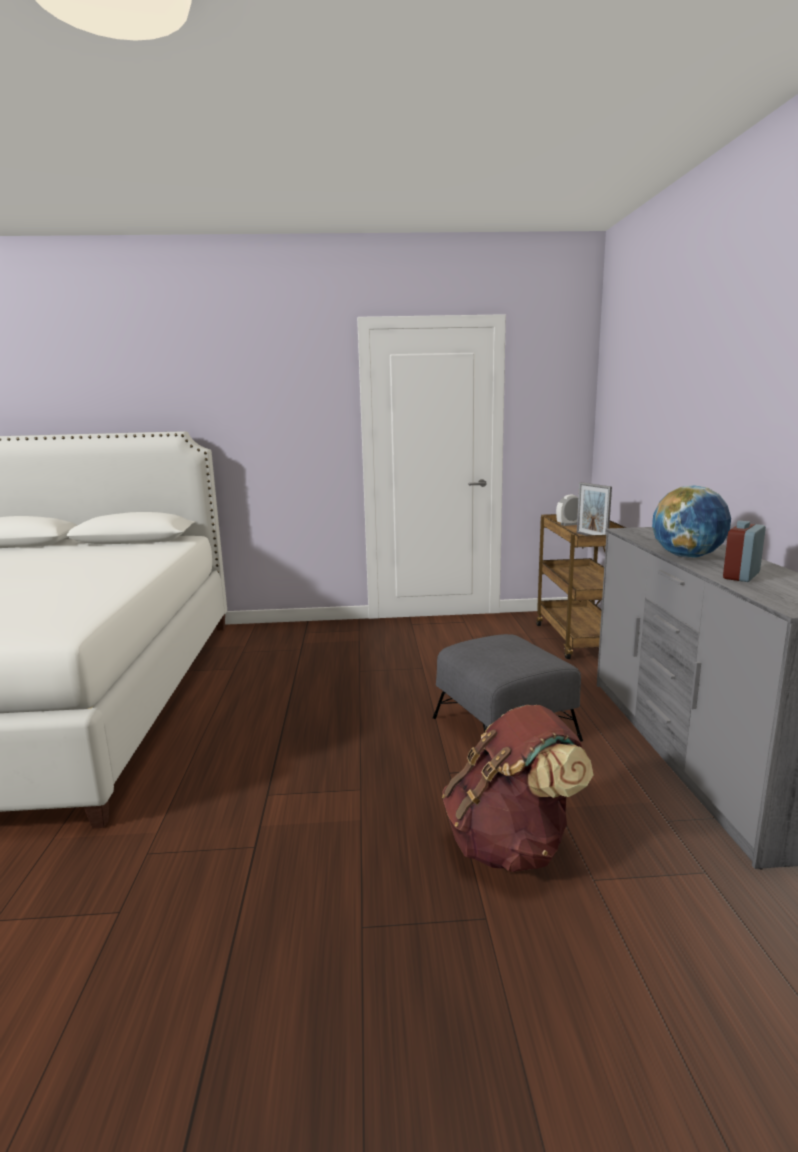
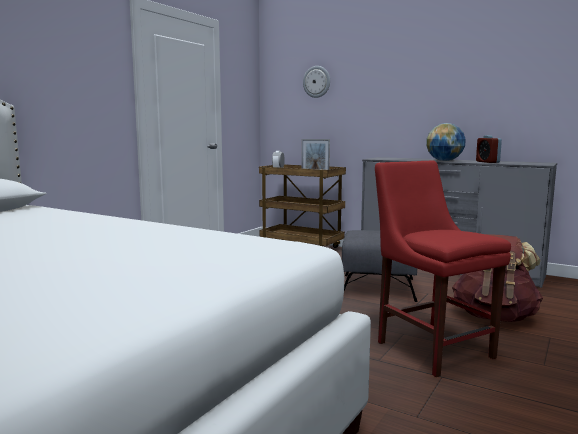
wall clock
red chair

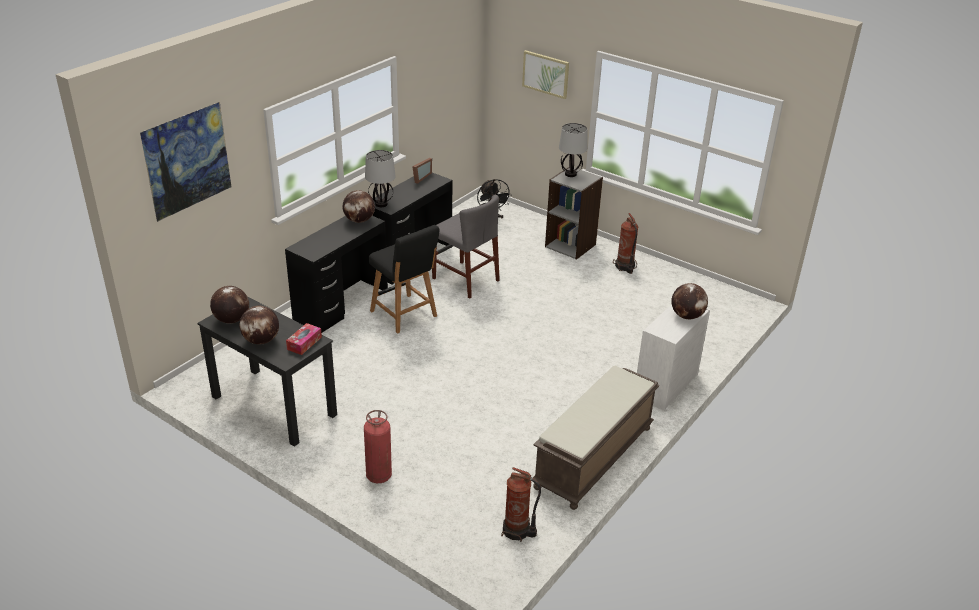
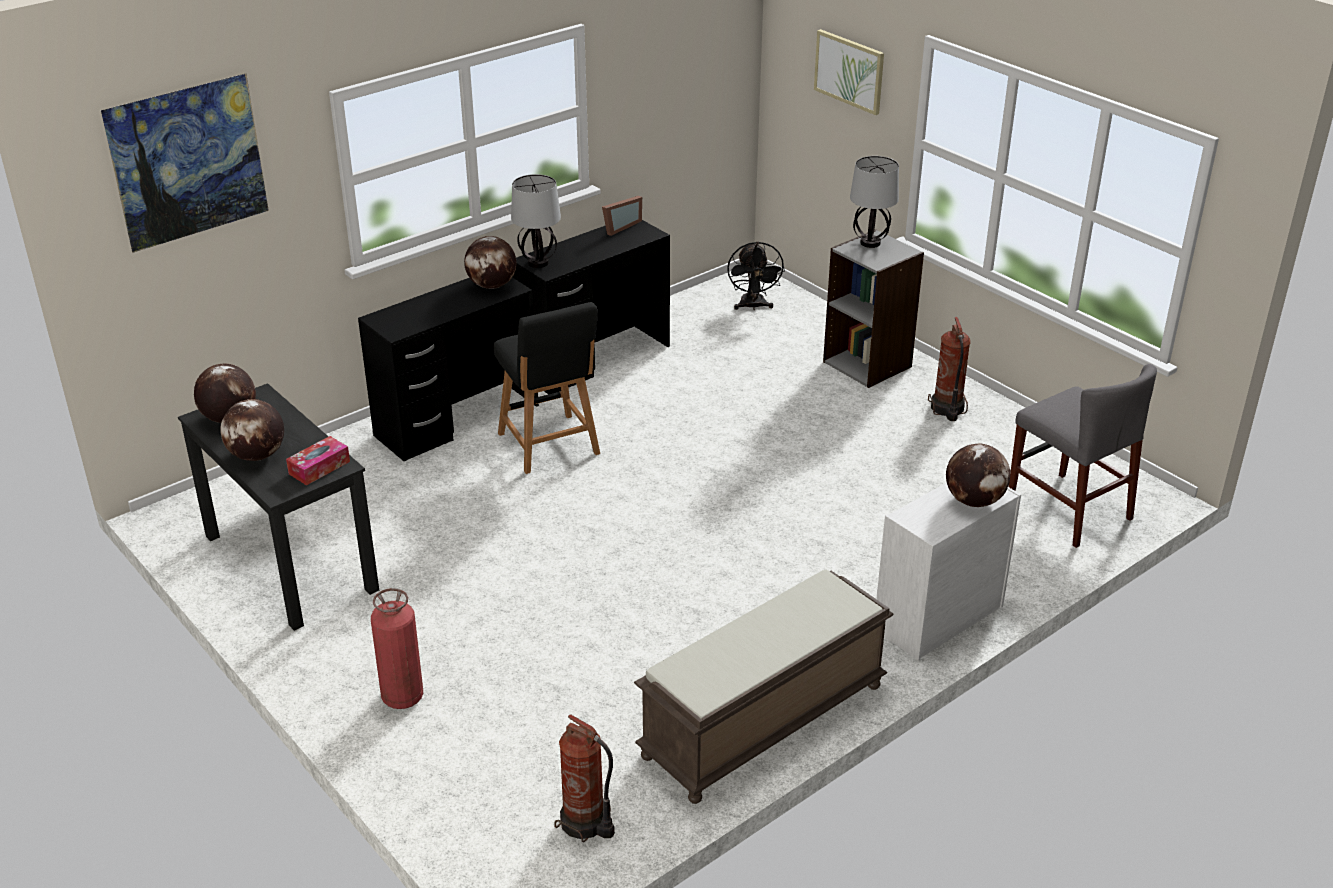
grey chair

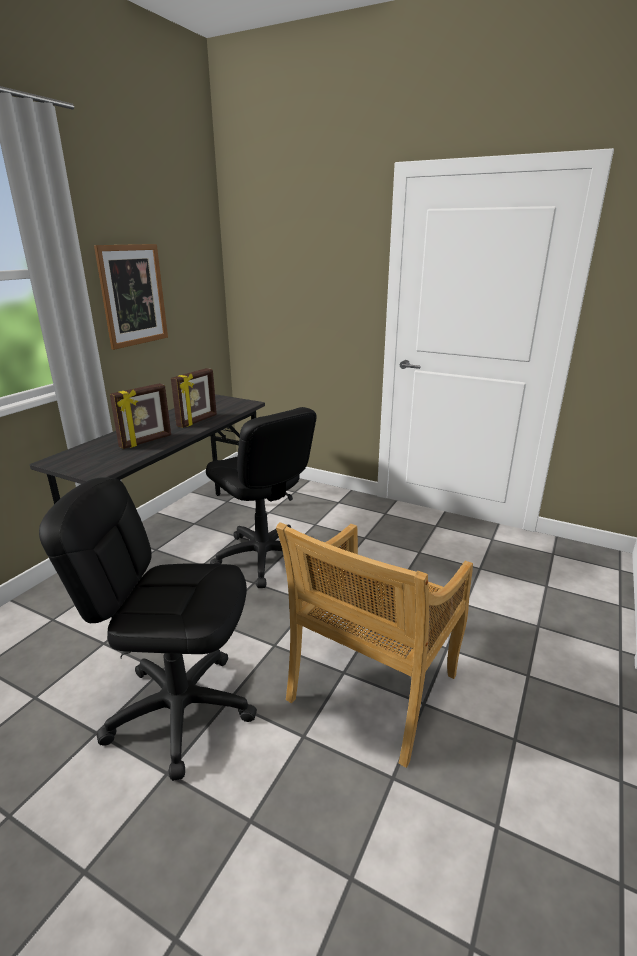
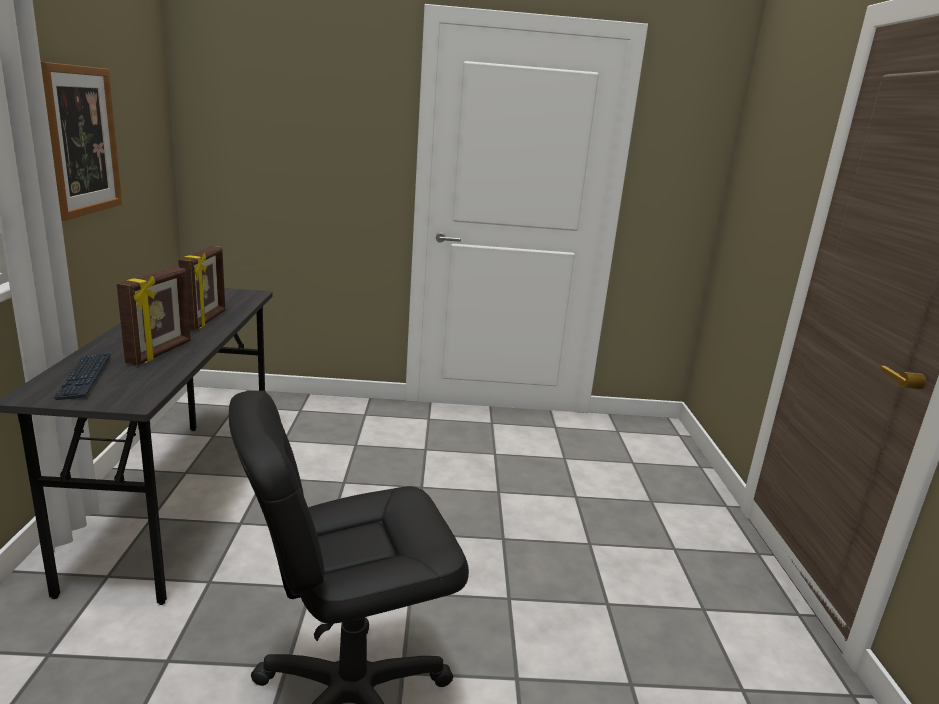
black office chair (no. 2 from left in the first image)
beige chair
keyboard

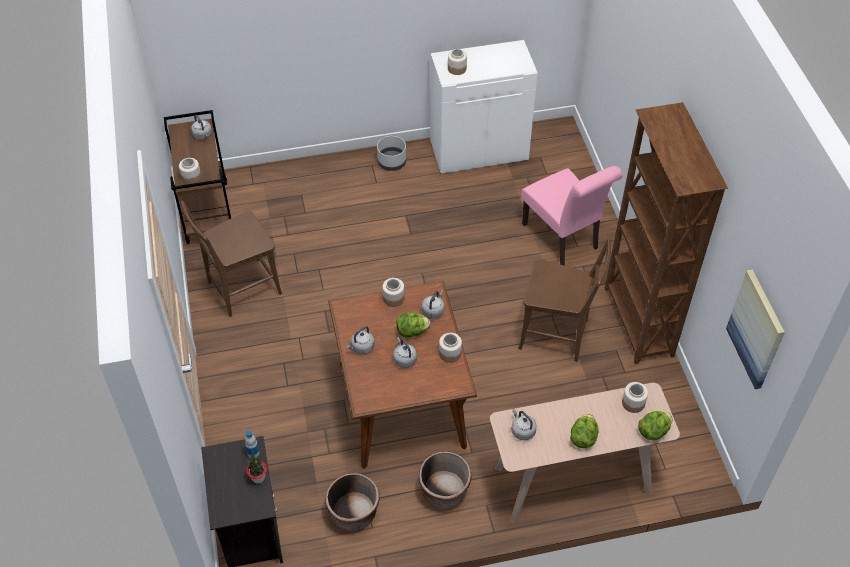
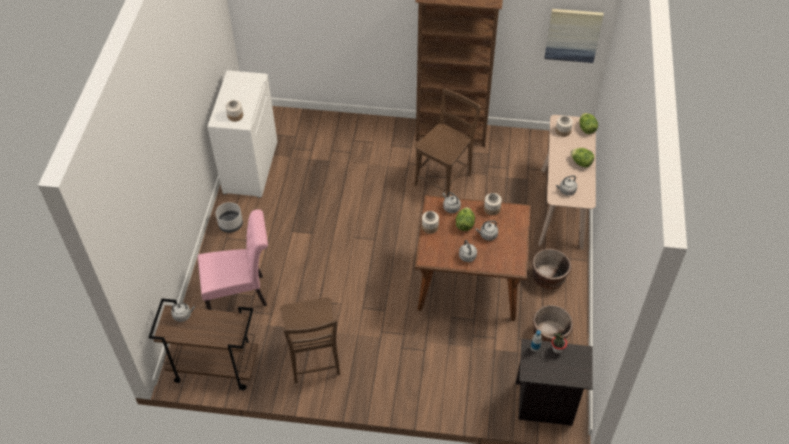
jar (no. 1 from left in the first image)
pink chair

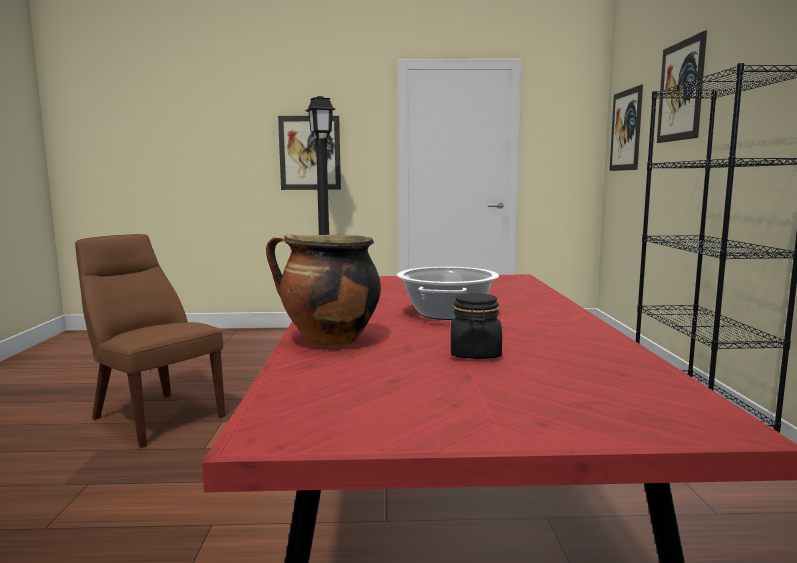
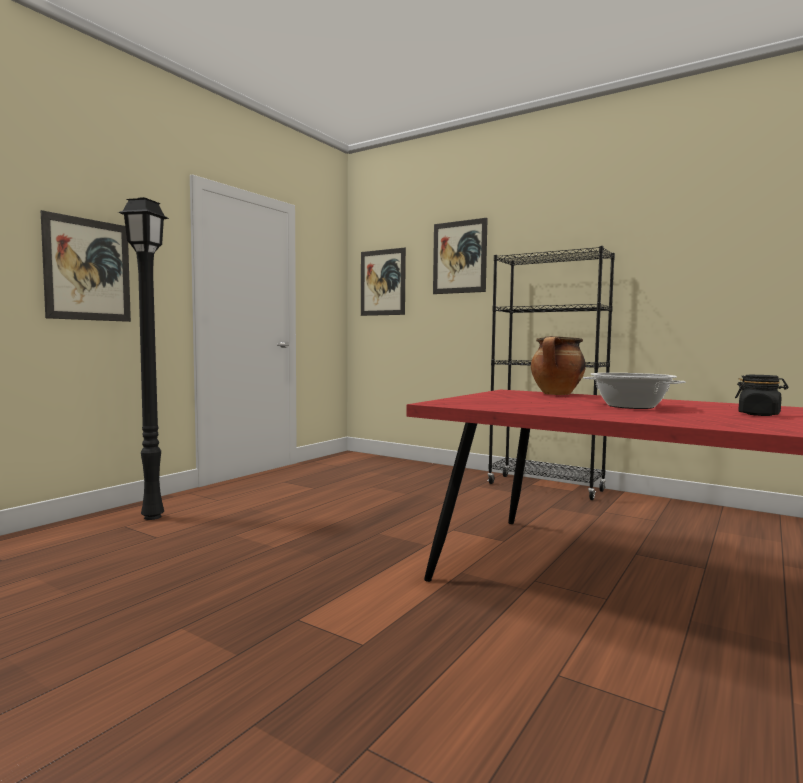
brown chair
cooking pot (no. 1 from left)

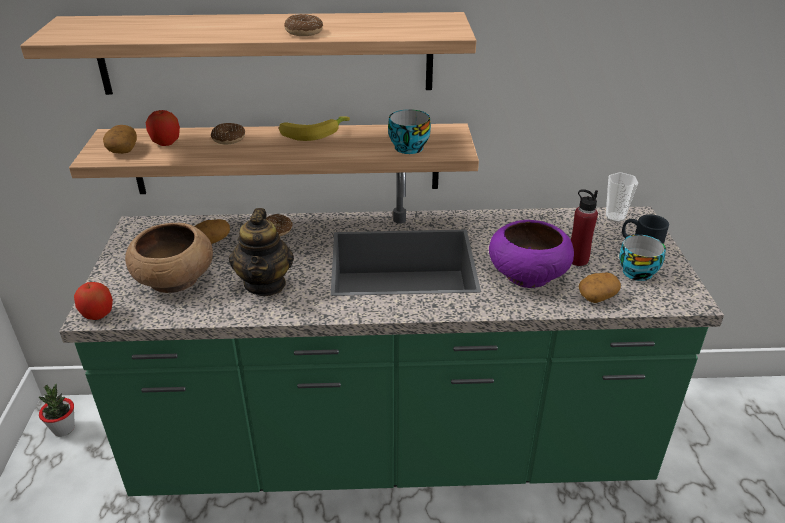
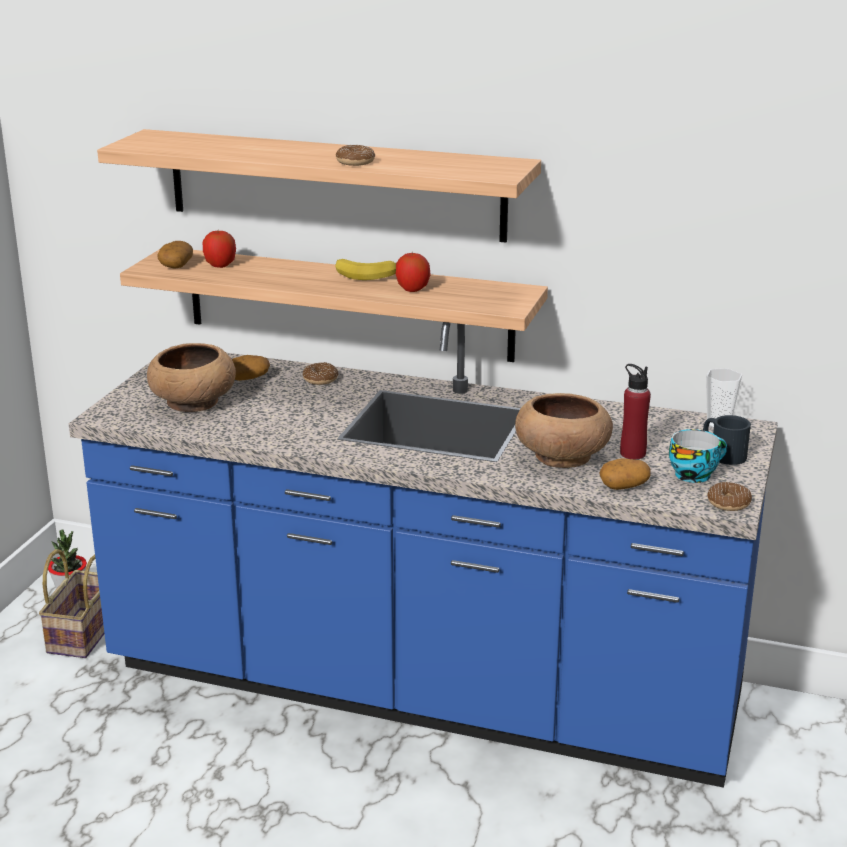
blue counter
apple (no. 2 from left)
donut (no. 3 from left)
teapot
cup (no. 1 from left in the first image)
brown bowl (no. 2 from left)
basket

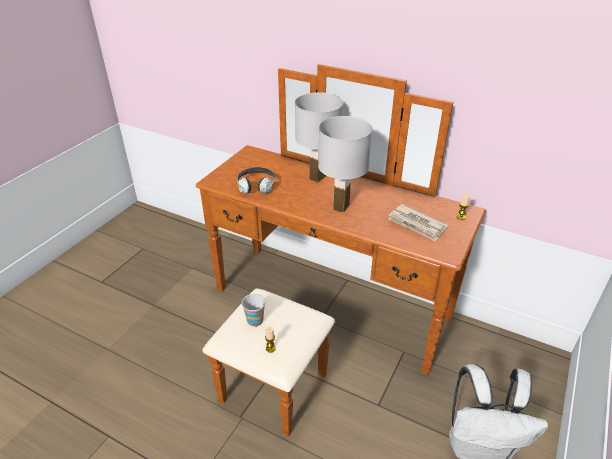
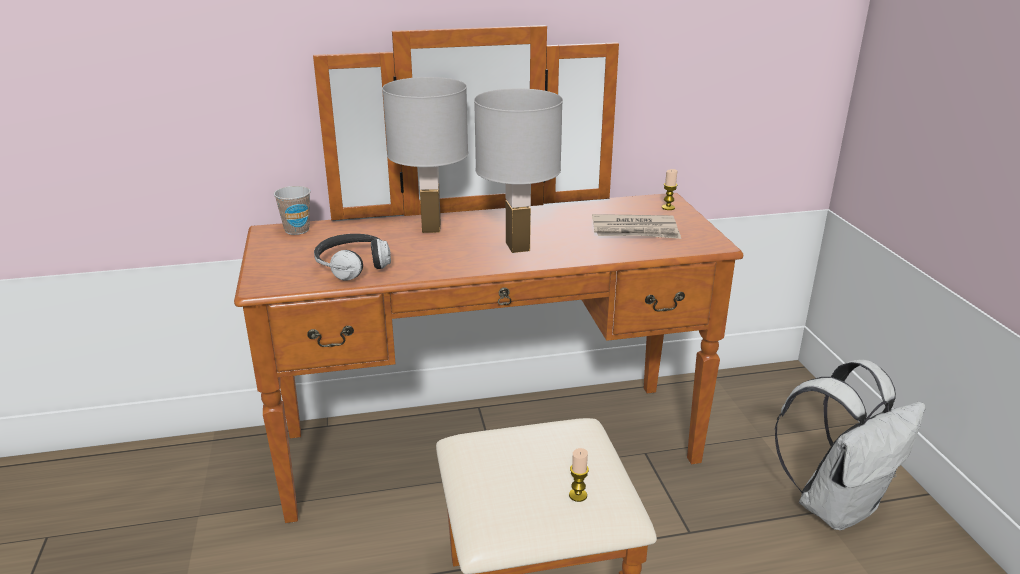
cup

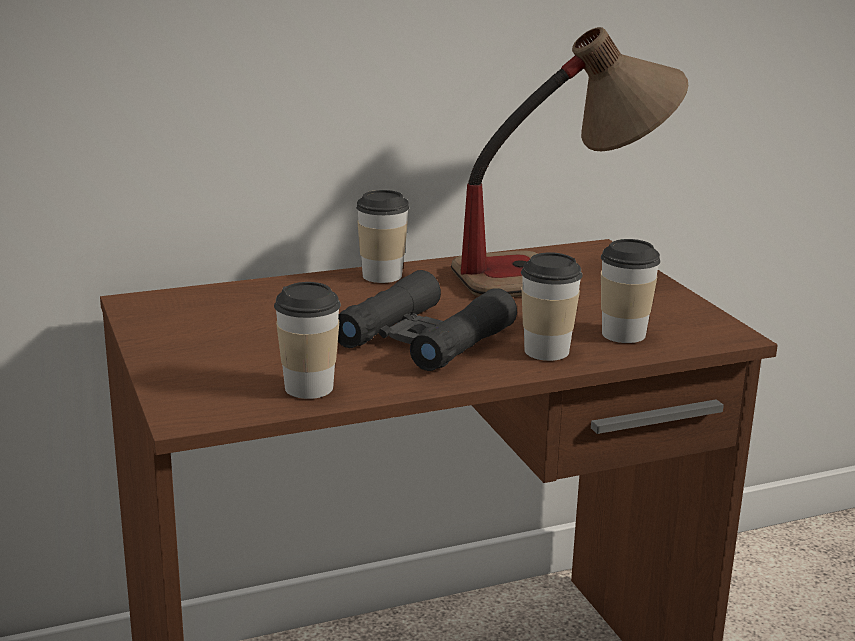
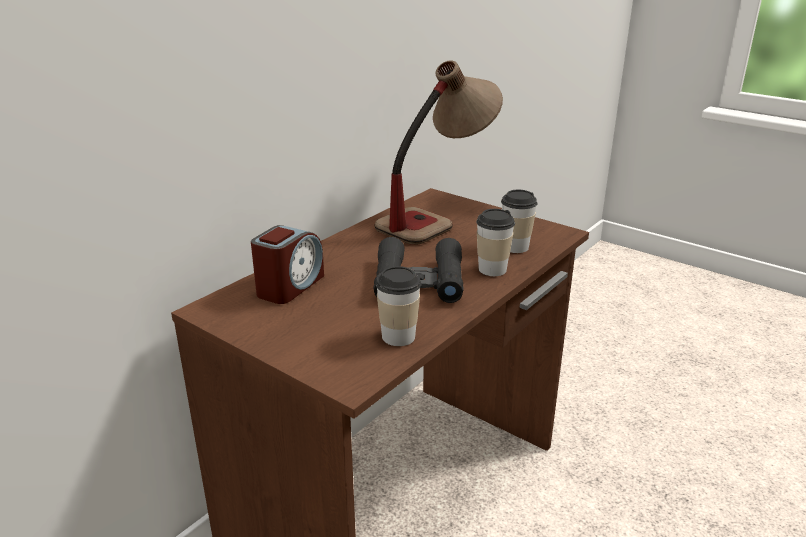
cup (no. 2 from left in the first image)
alarm clock

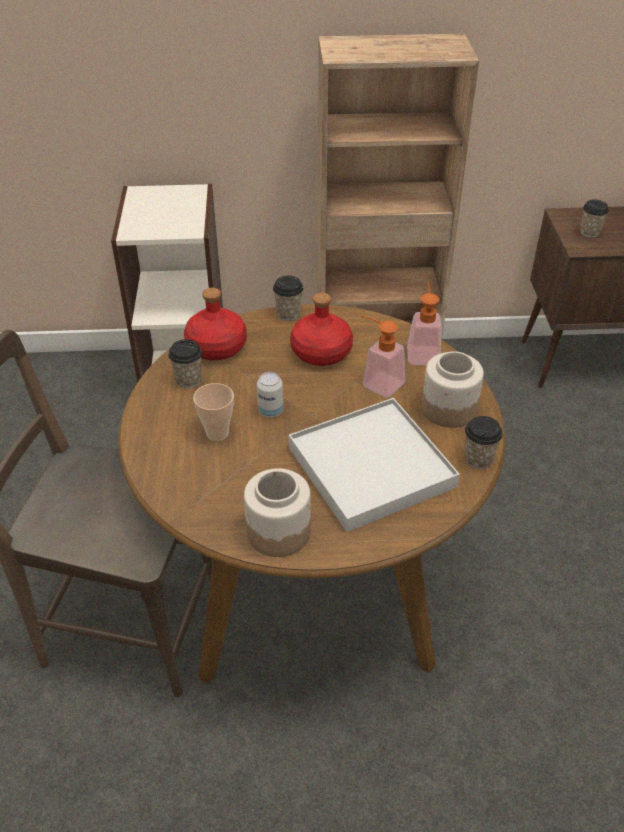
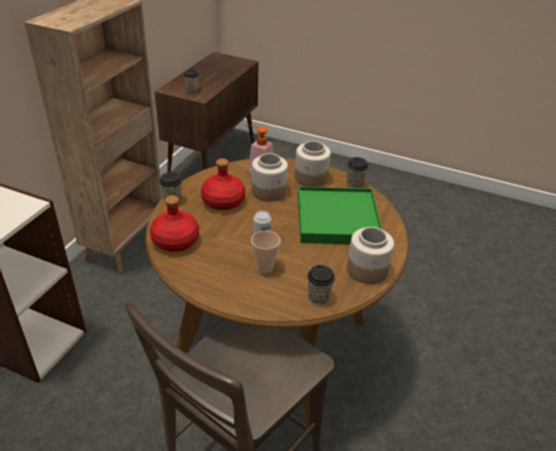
cup (no. 4 from left)
green tray
jar (no. 1 from left)

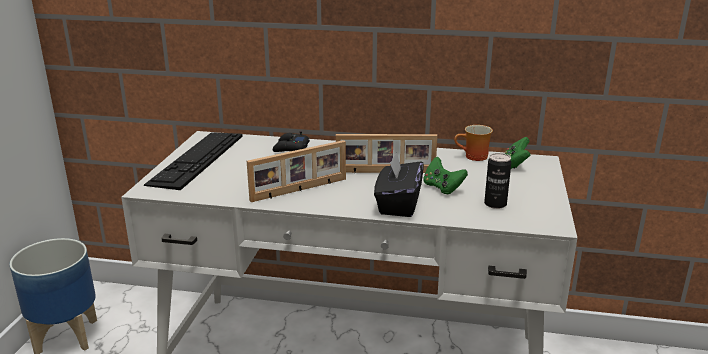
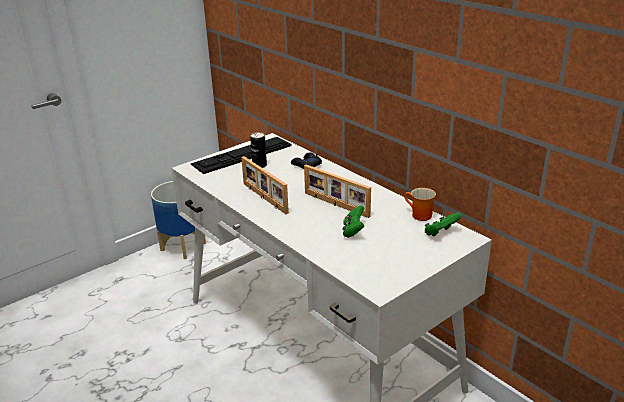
picture frame (no. 1 from left)
black tissue box
can

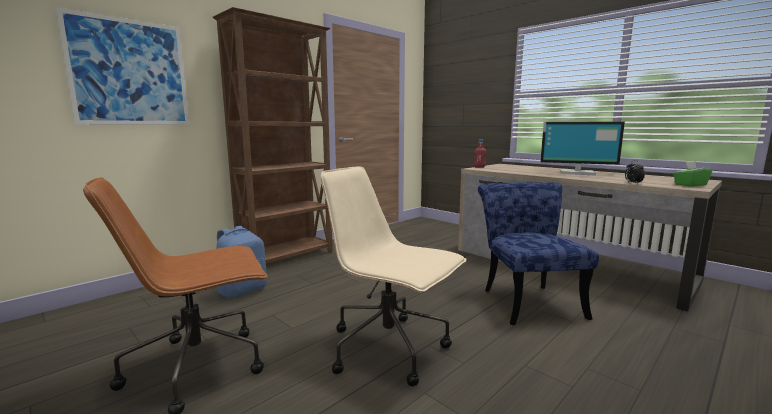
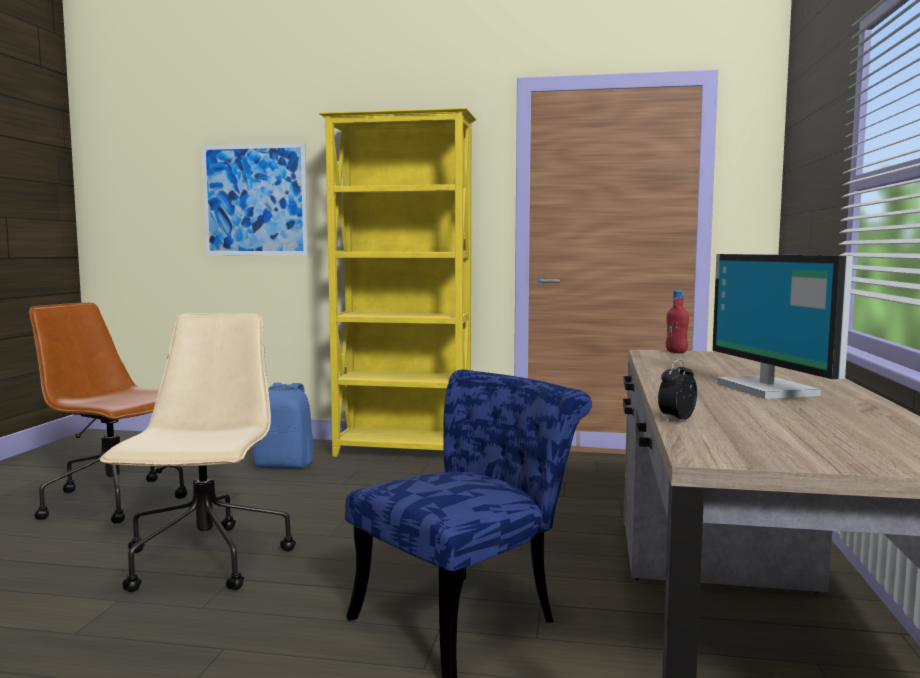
yellow bookcase
green tissue box

